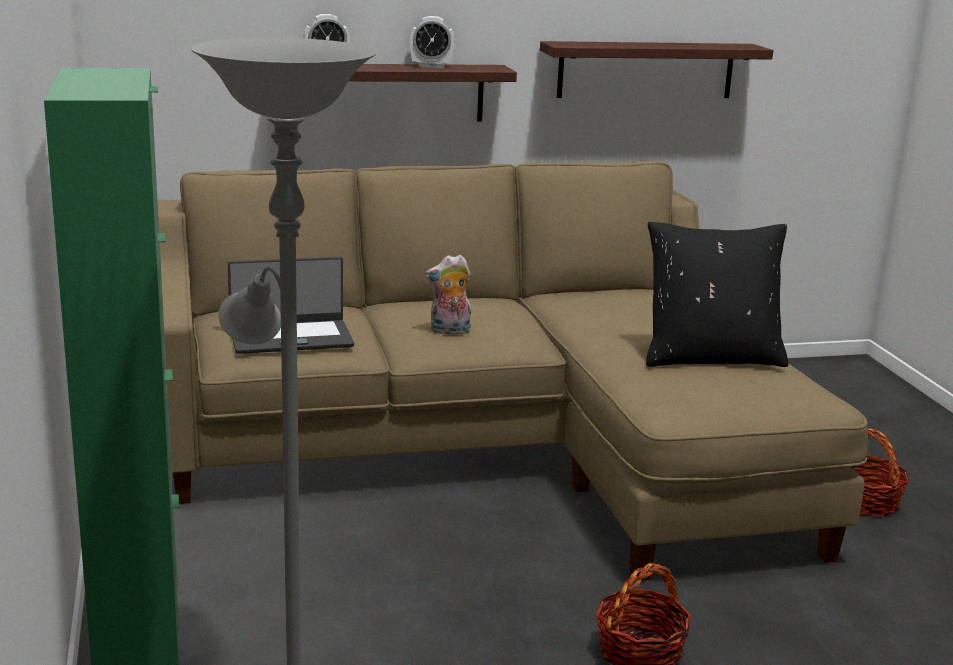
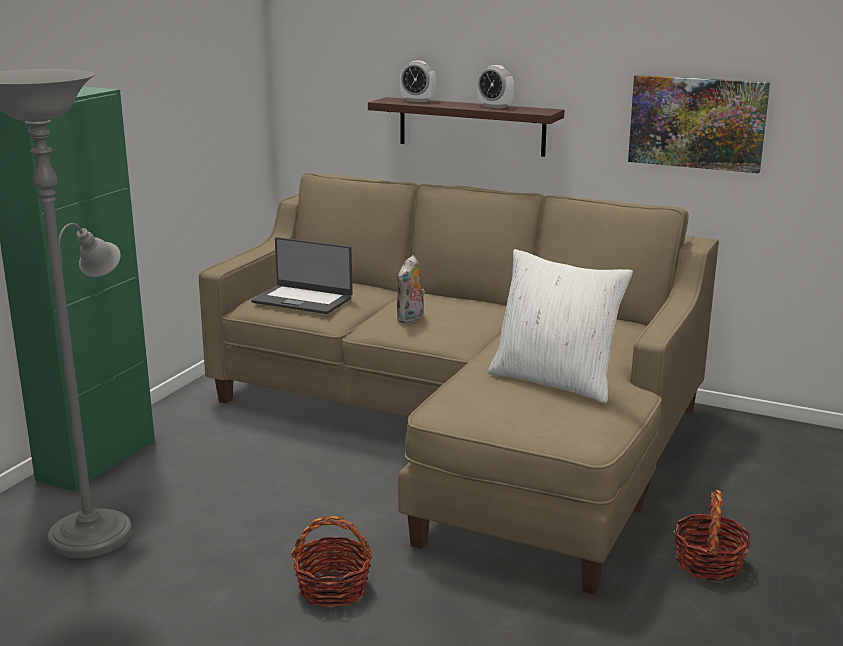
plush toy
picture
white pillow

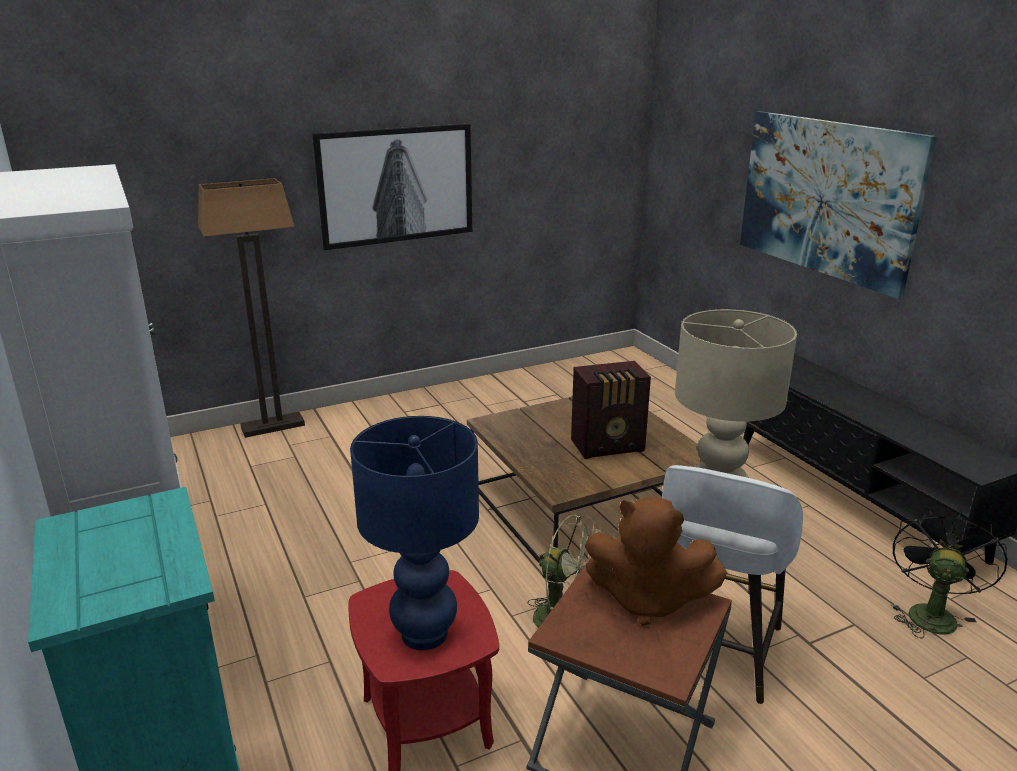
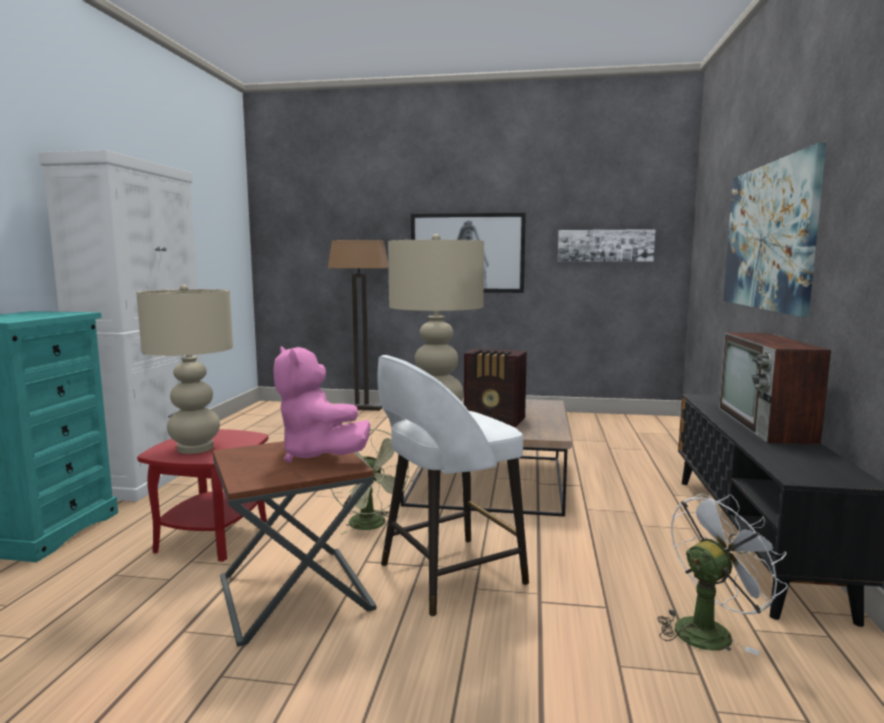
beige table lamp (no. 1 from left)
pink plush toy
white fan
picture (no. 2 from left)
television

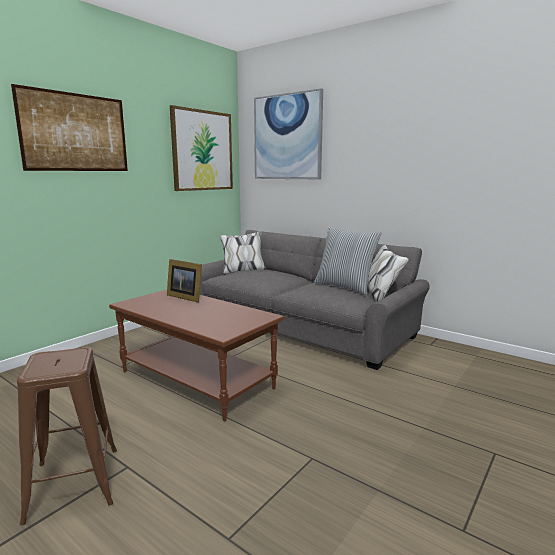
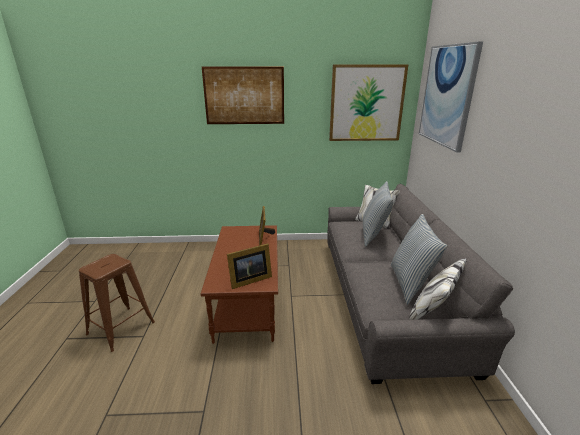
picture frame (no. 1 from left)
pillow (no. 1 from left)

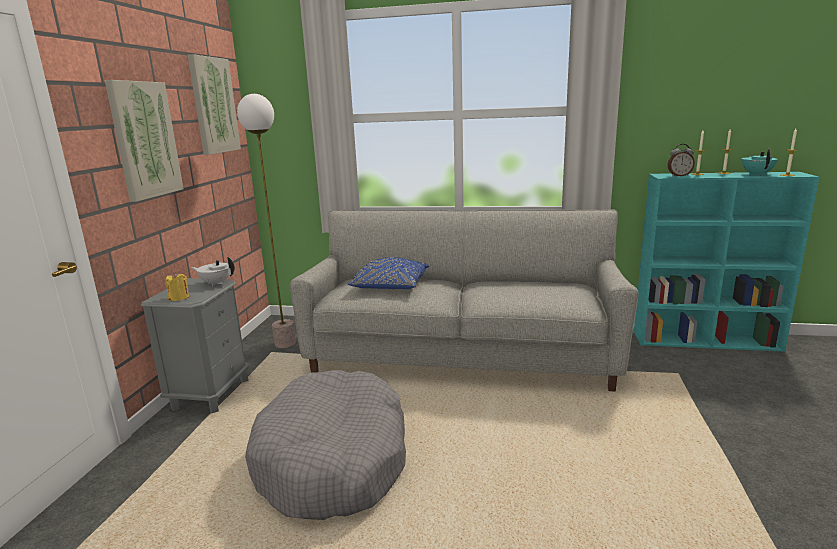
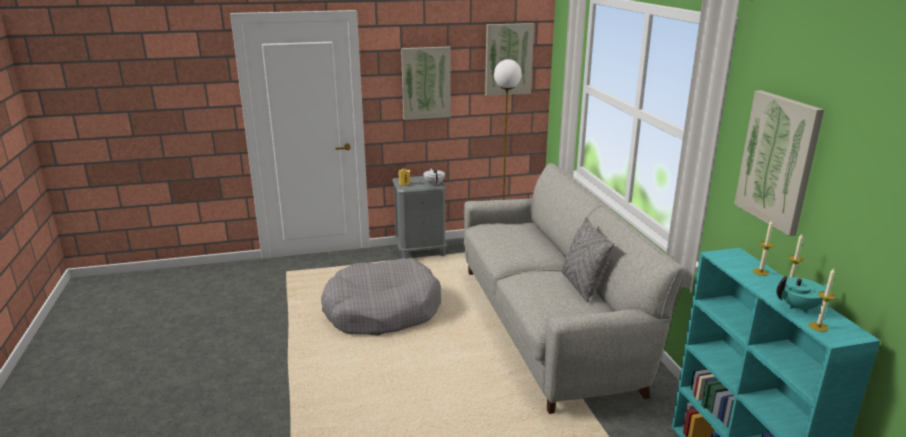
blue pillow
alarm clock
grey pillow
picture (no. 3 from left)

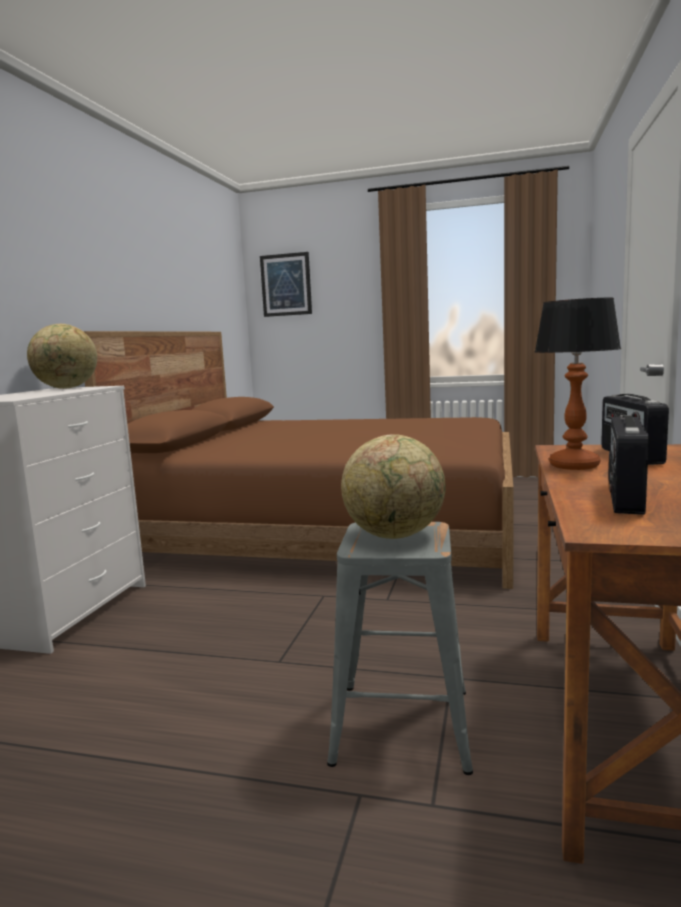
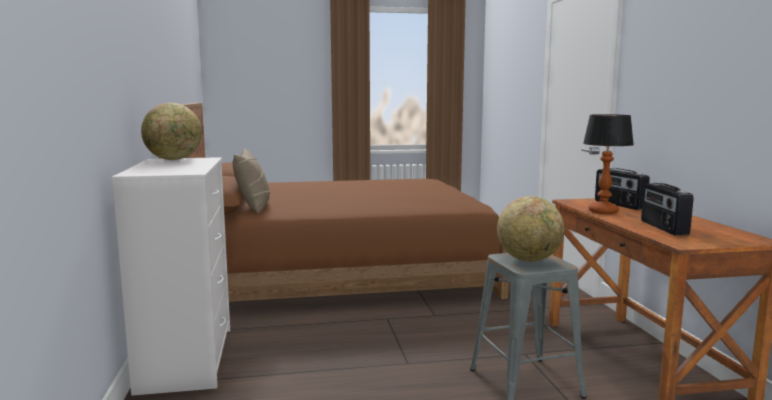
picture
beige pillow

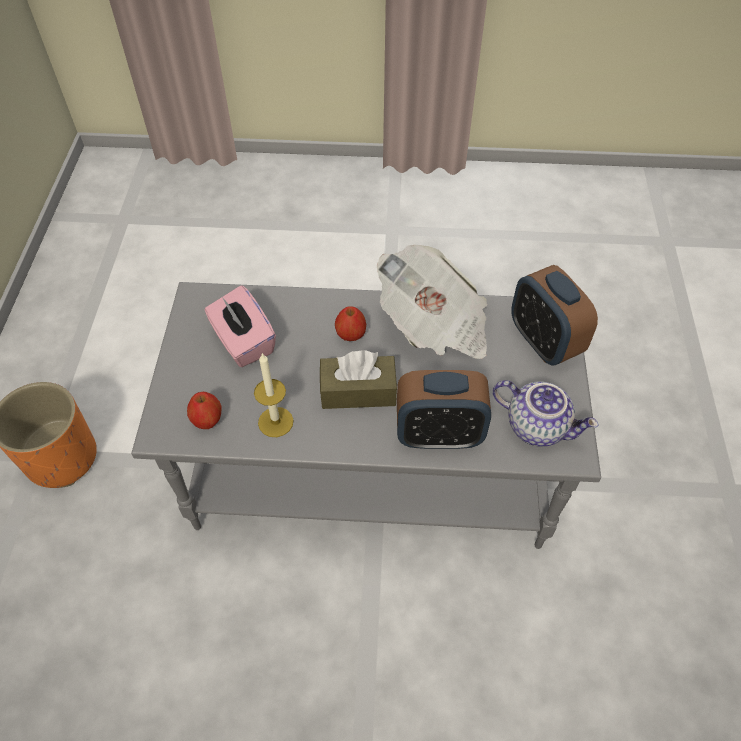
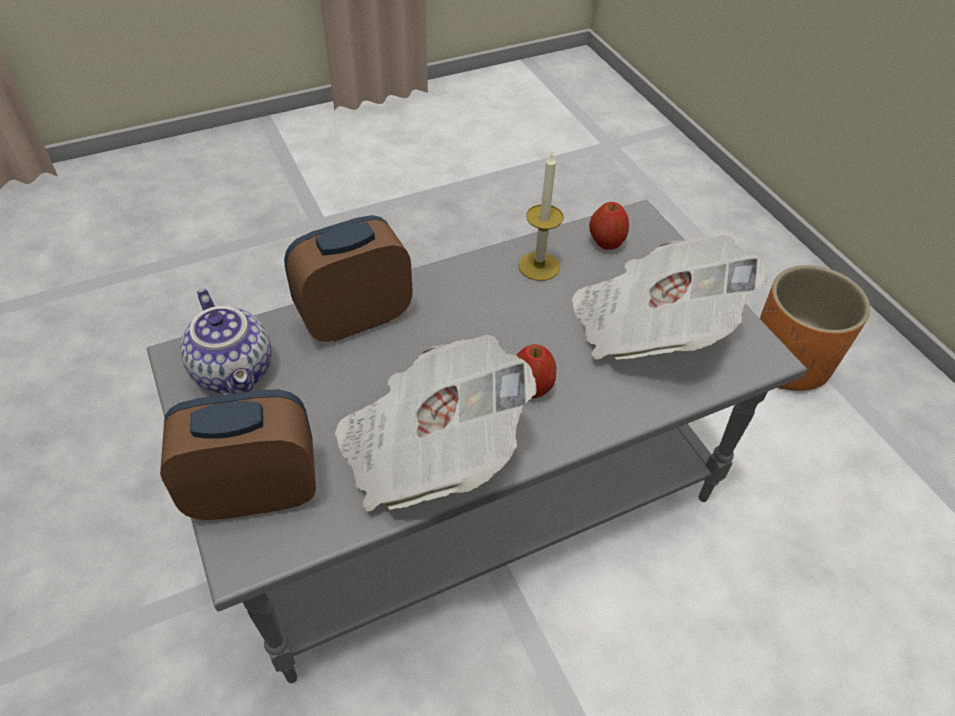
newspaper (no. 2 from left)
brown tissue box
teapot
alarm clock (no. 1 from left)

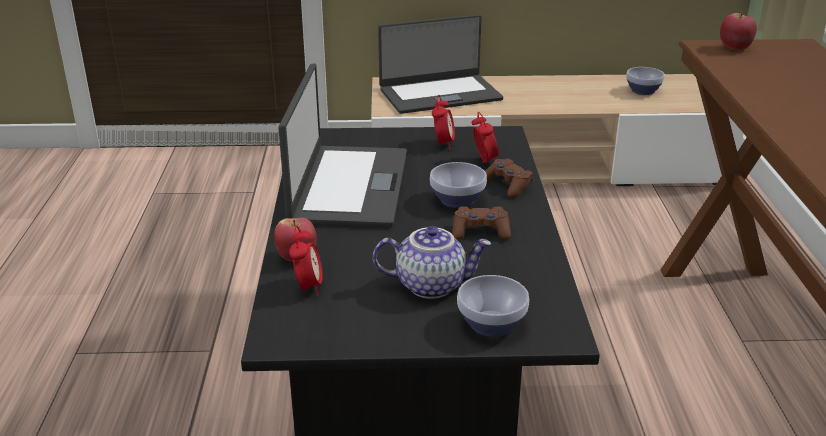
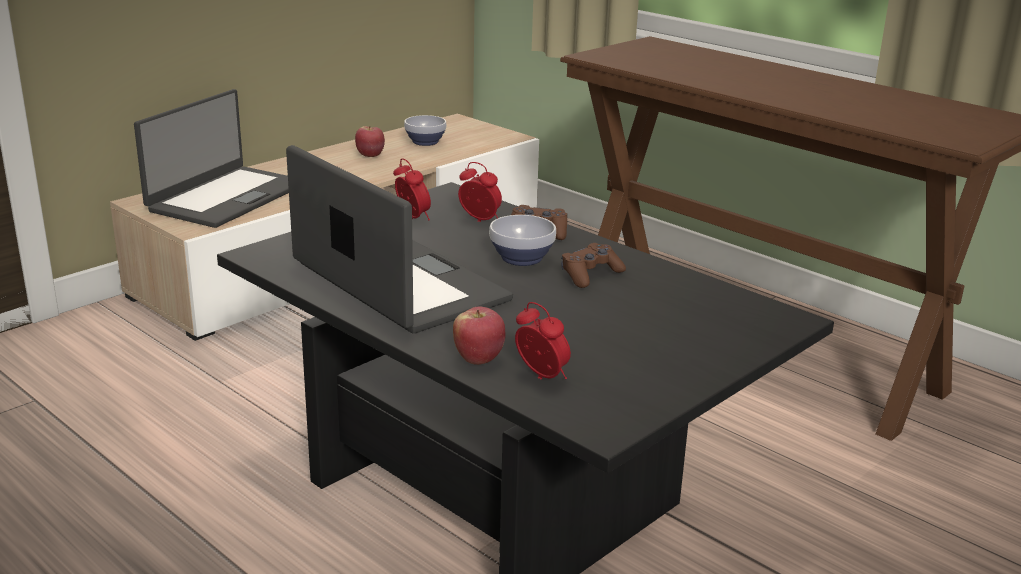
teapot
bowl (no. 2 from left in the first image)
apple (no. 1 from left)

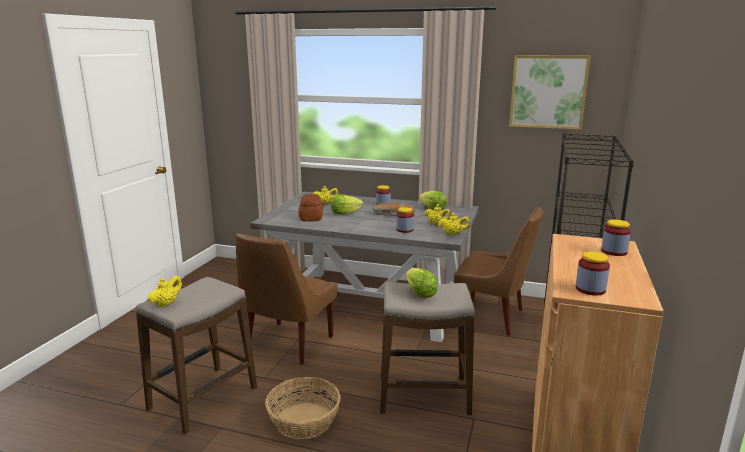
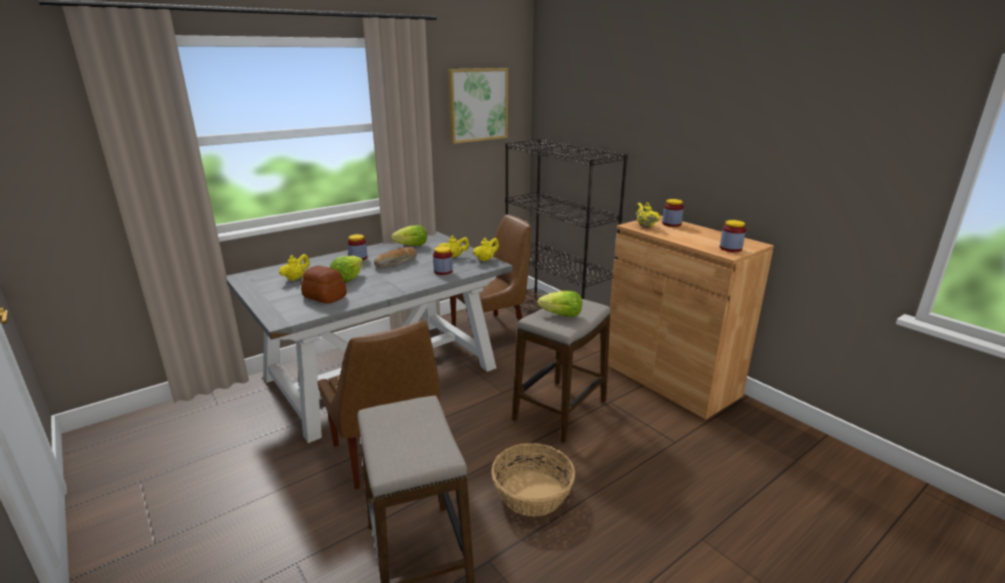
yellow teapot (no. 4 from left)

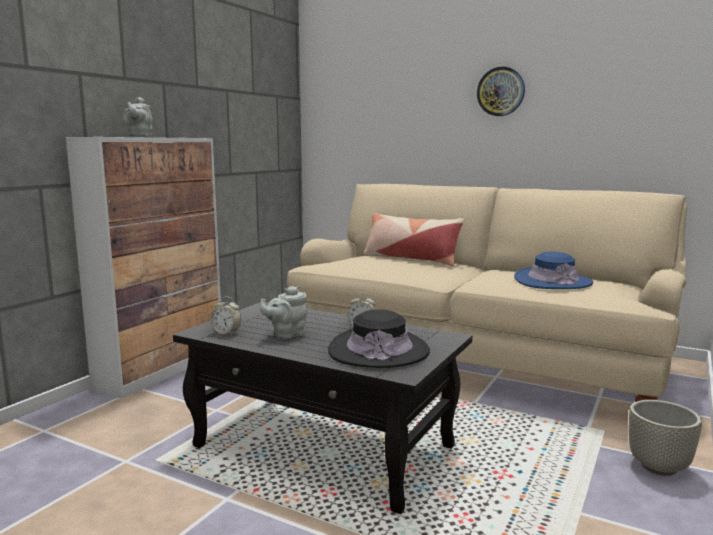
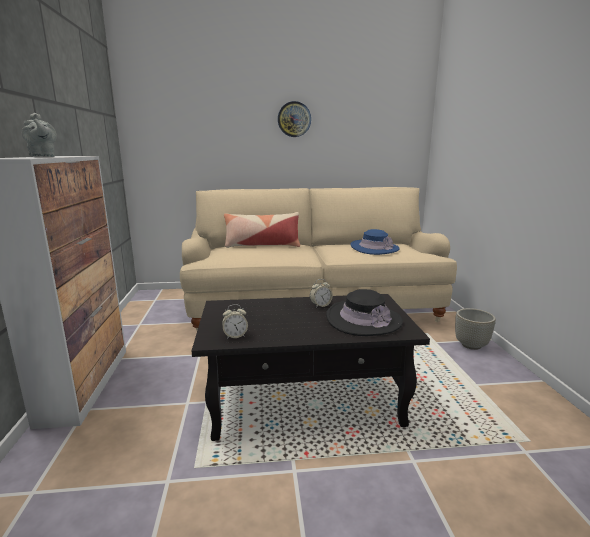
grey teapot (no. 2 from left in the first image)

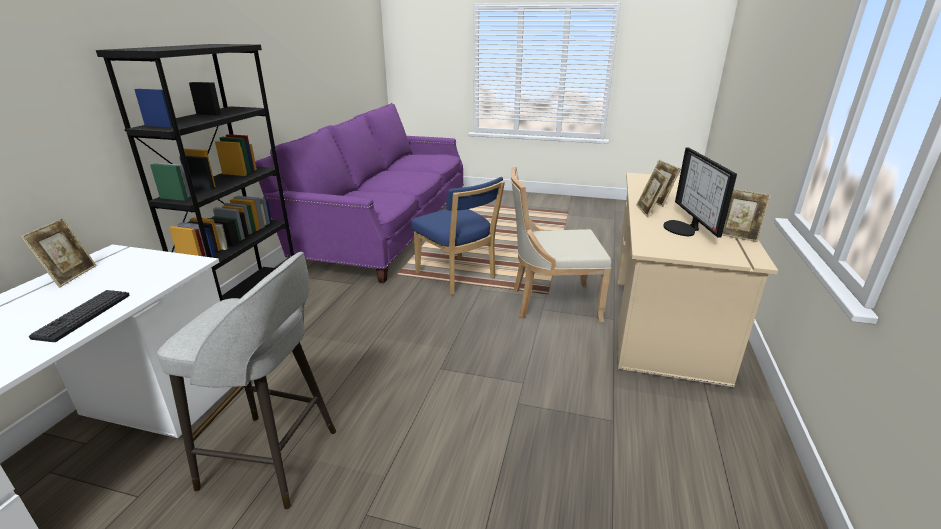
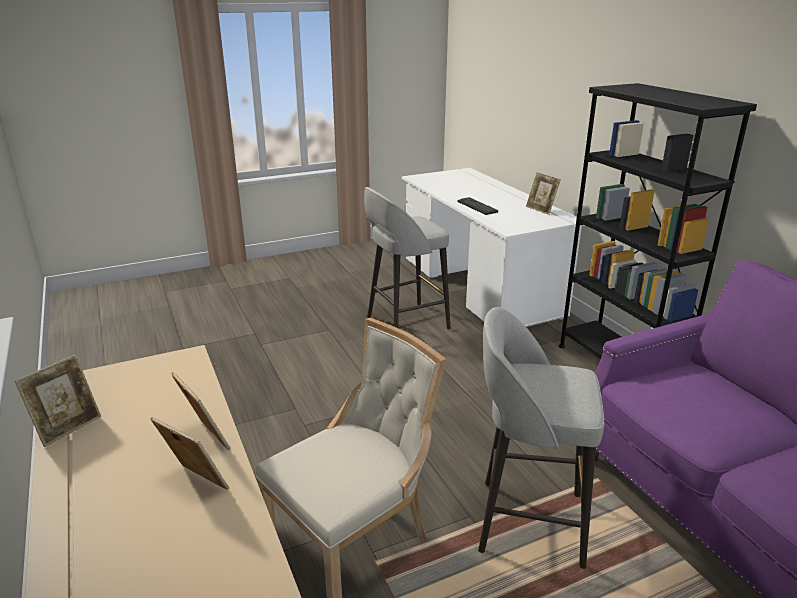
grey stool (no. 2 from left)
monitor
picture frame (no. 1 from left)

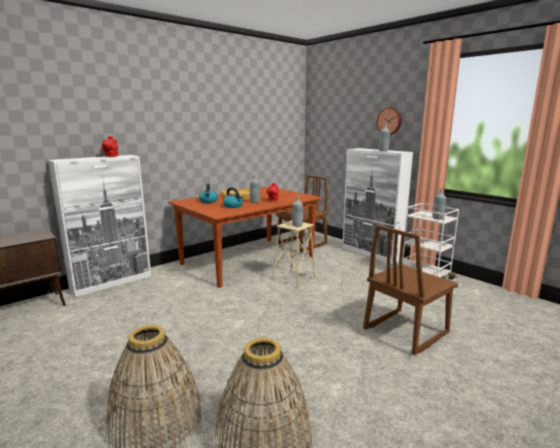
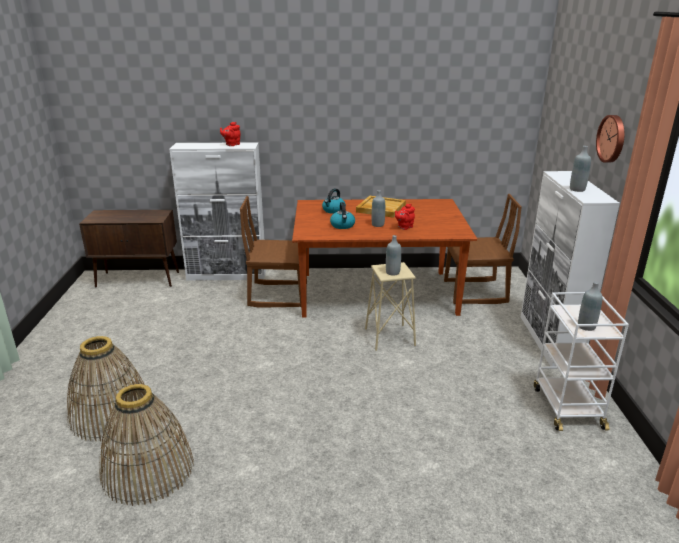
brown chair (no. 1 from left)

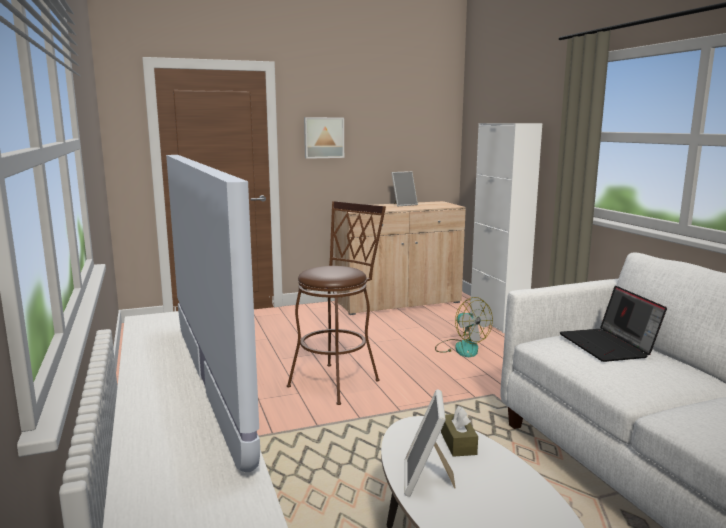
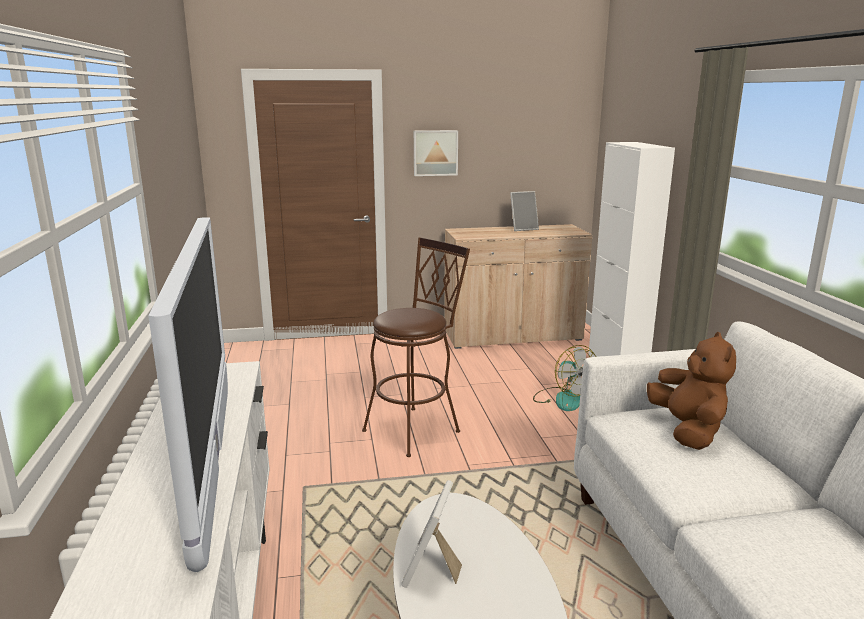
brown tissue box
brown plush toy

